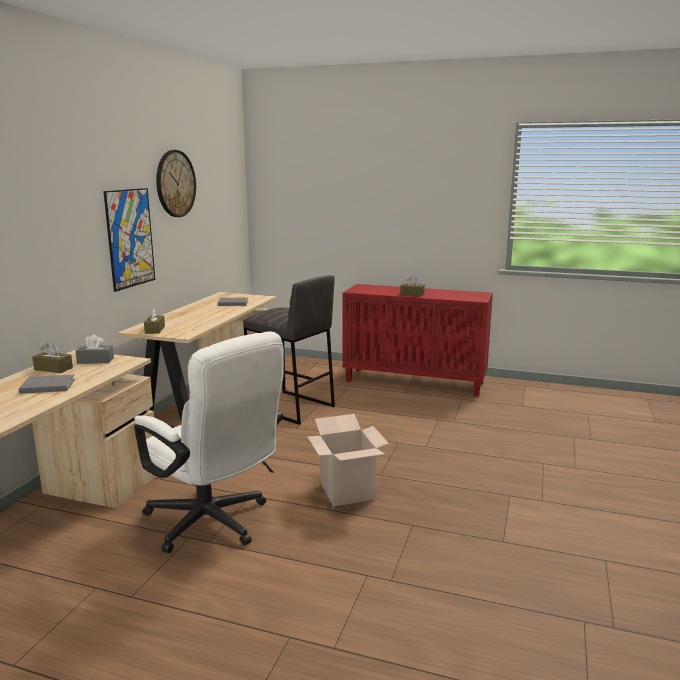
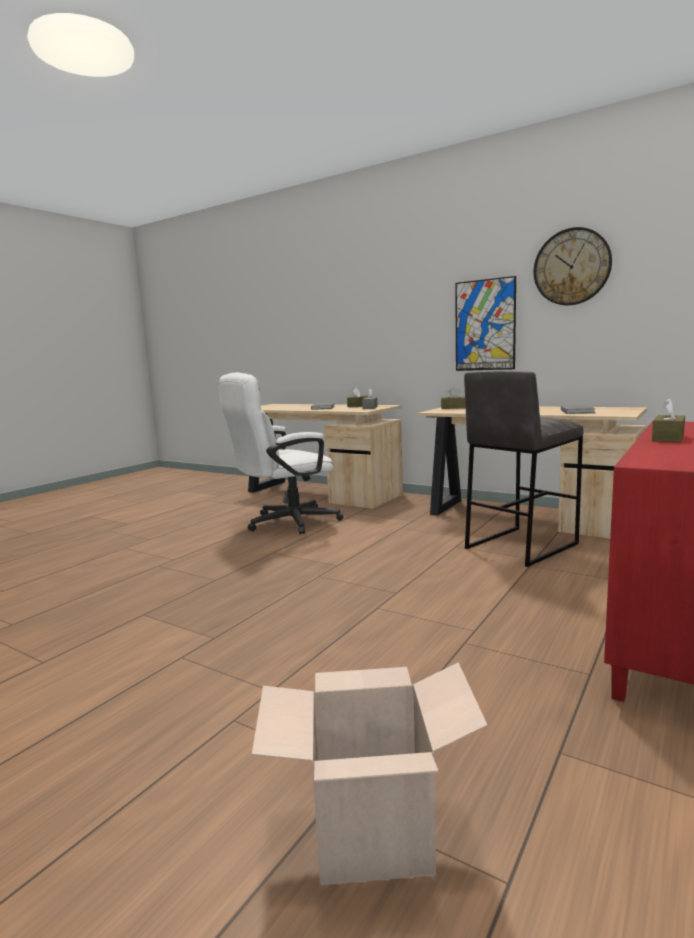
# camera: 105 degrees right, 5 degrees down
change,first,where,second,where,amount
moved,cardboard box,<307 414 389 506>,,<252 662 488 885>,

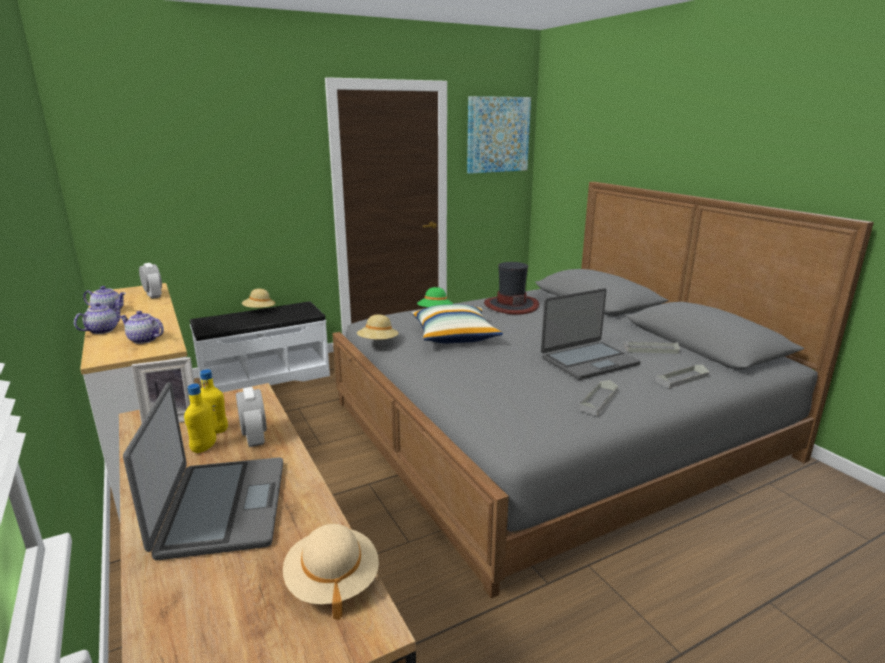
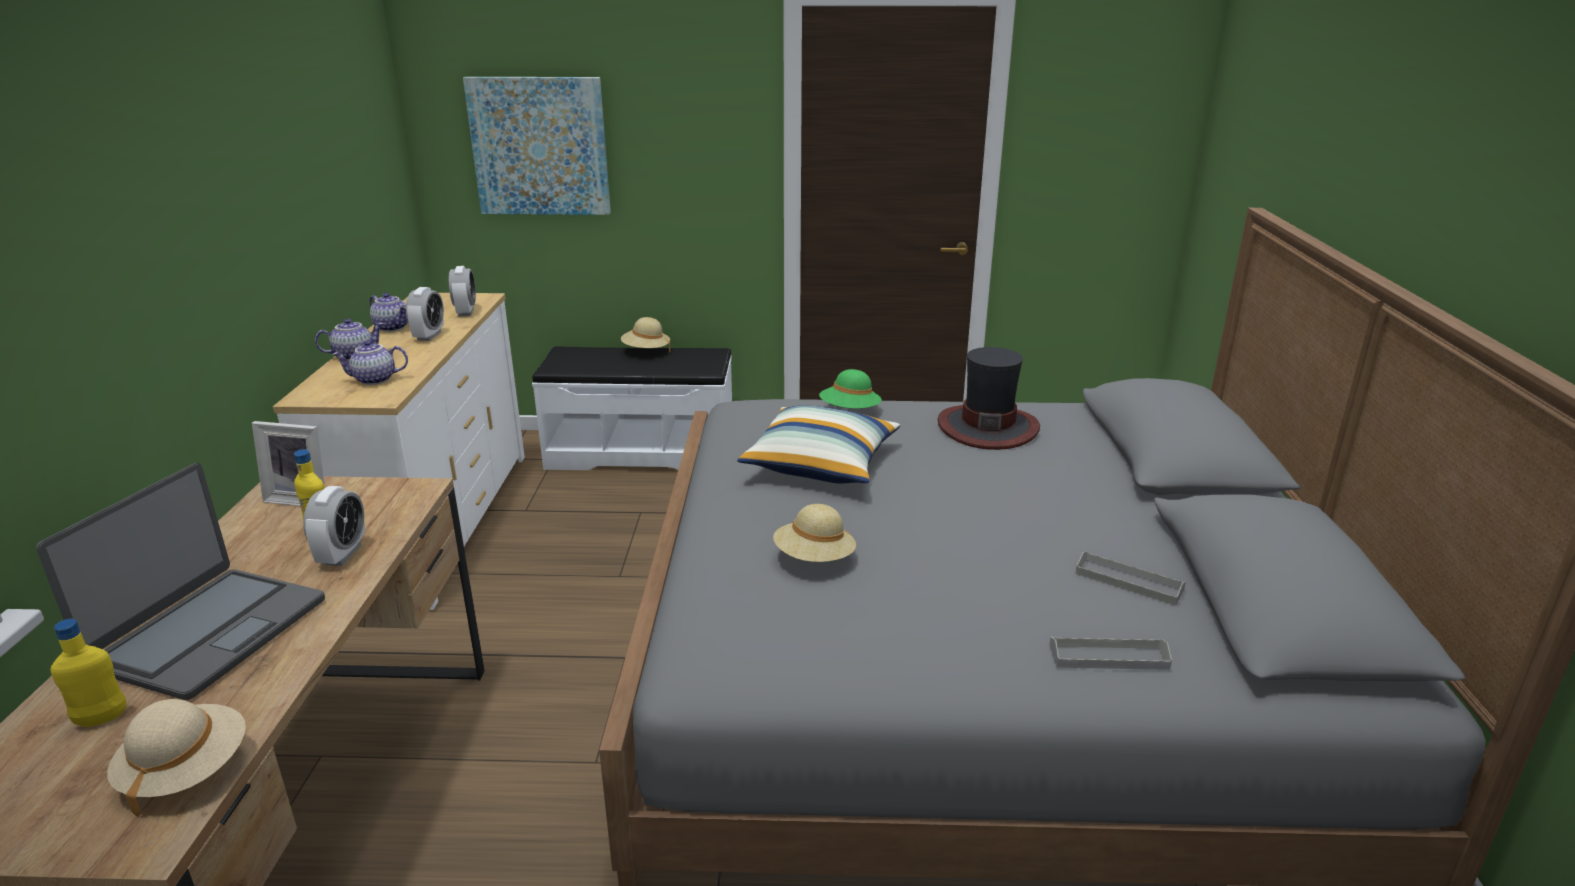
# camera: 30 degrees right, 5 degrees up
change,first,where,second,where,amount
moved,picture,<467 96 531 174>,,<463 77 611 215>,
removed,laptop,<541 288 641 380>,,,
turned,teapot,<119 311 164 344>,,<332 340 408 385>,60 degrees counterclockwise
moved,hat (beige),<357 314 399 340>,,<773 504 856 562>,
removed,tray (grey),<578 380 618 415>,,,
moved,bottle (yellow),<184 384 216 453>,,<50 619 127 727>,
added,,,alarm clock,<406 287 444 341>,

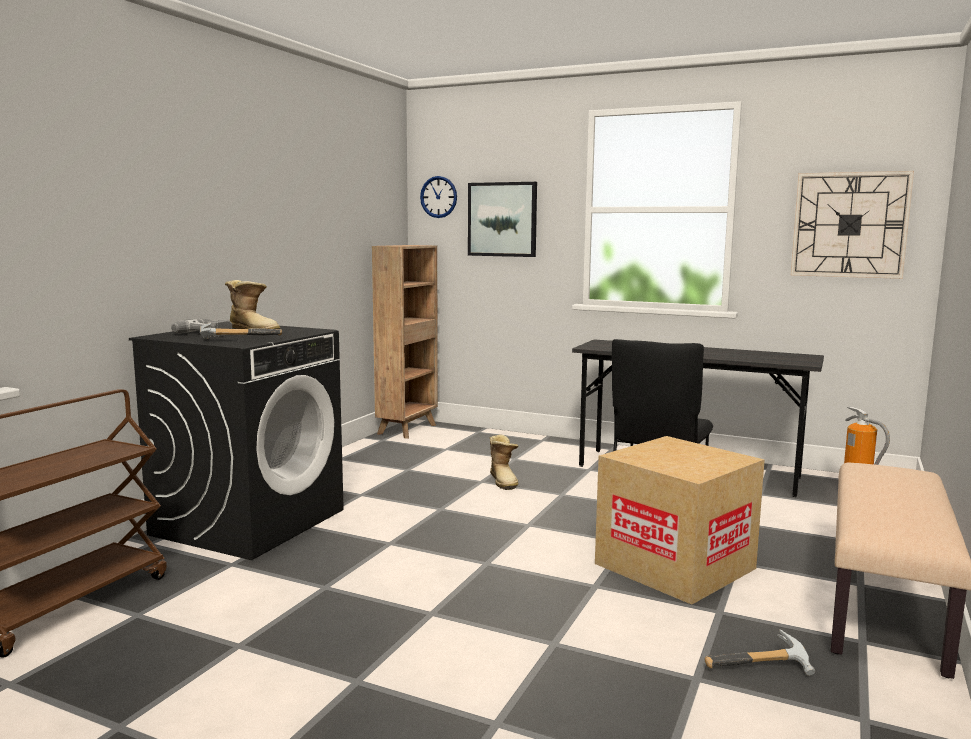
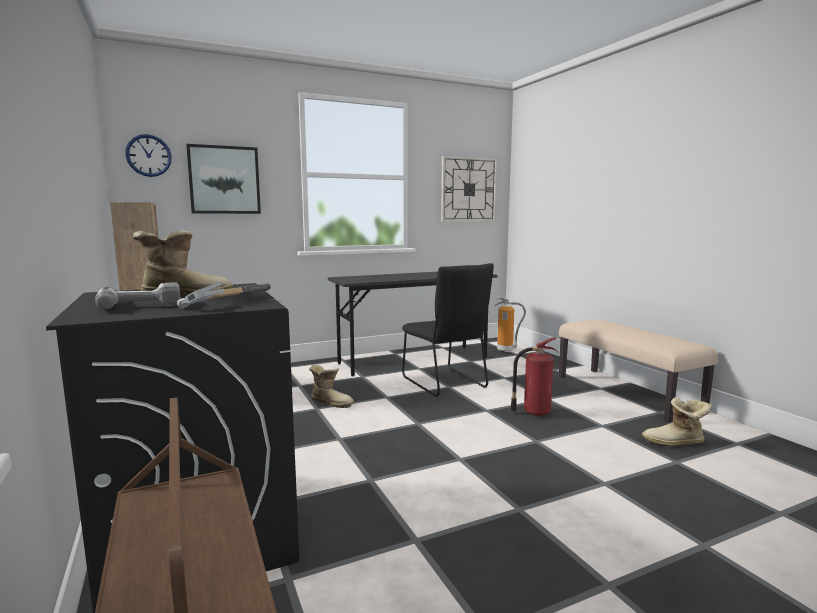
# camera: 50 degrees left, 0 degrees up
change,first,where,second,where,amount
replaced,cardboard box,<595 436 765 605>,fire extinguisher,<510 337 559 416>,
replaced,hammer,<705 629 815 676>,boot,<642 397 712 446>,

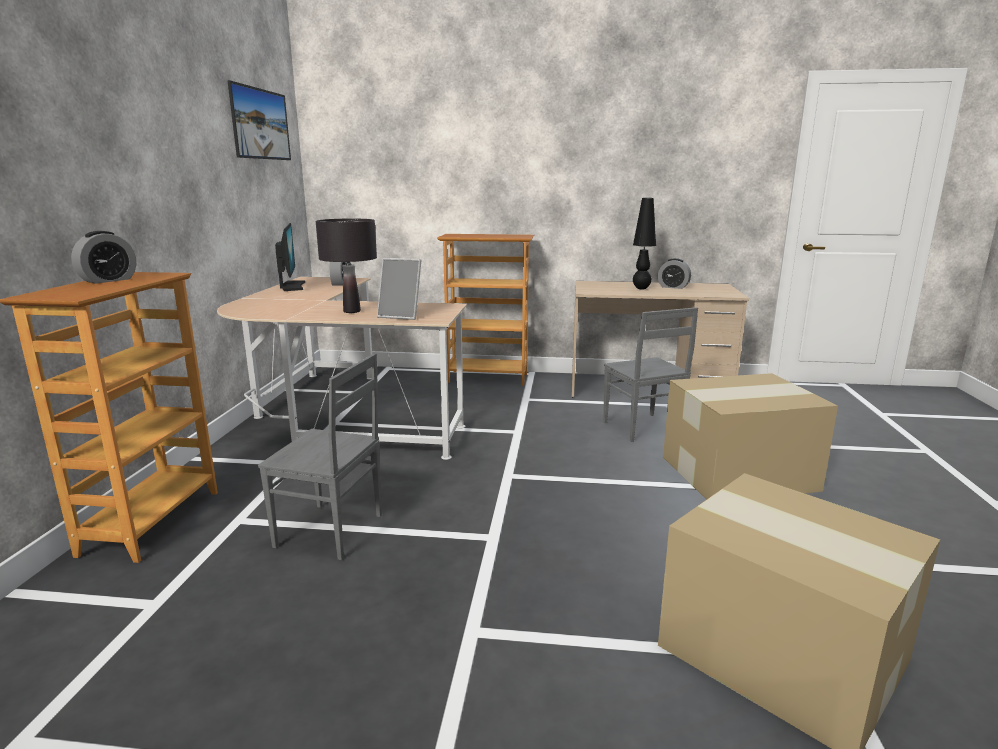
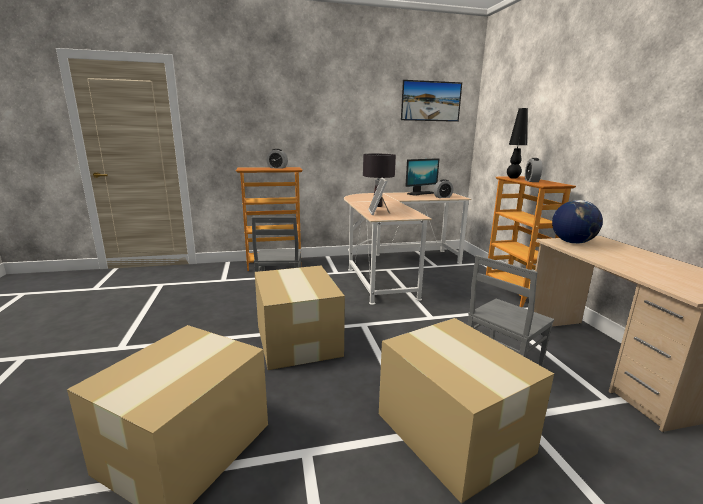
# camera: 70 degrees right, 0 degrees up
change,first,where,second,where,amount
moved,table lamp (black),<633 198 656 289>,,<507 108 528 179>,
moved,alarm clock,<658 258 691 289>,,<525 158 542 182>,
added,,,globe,<552 200 603 244>,
added,,,cardboard box,<255 266 345 370>,

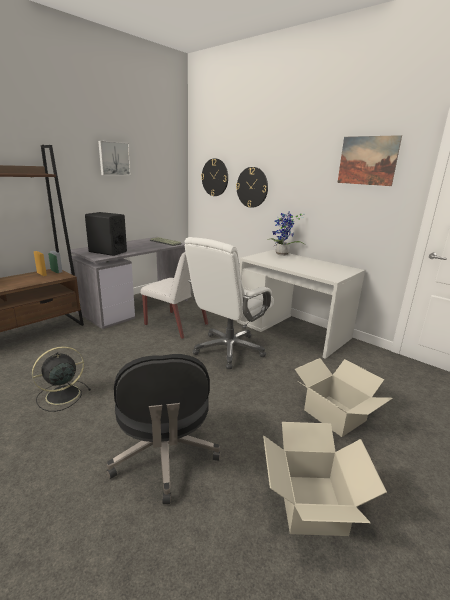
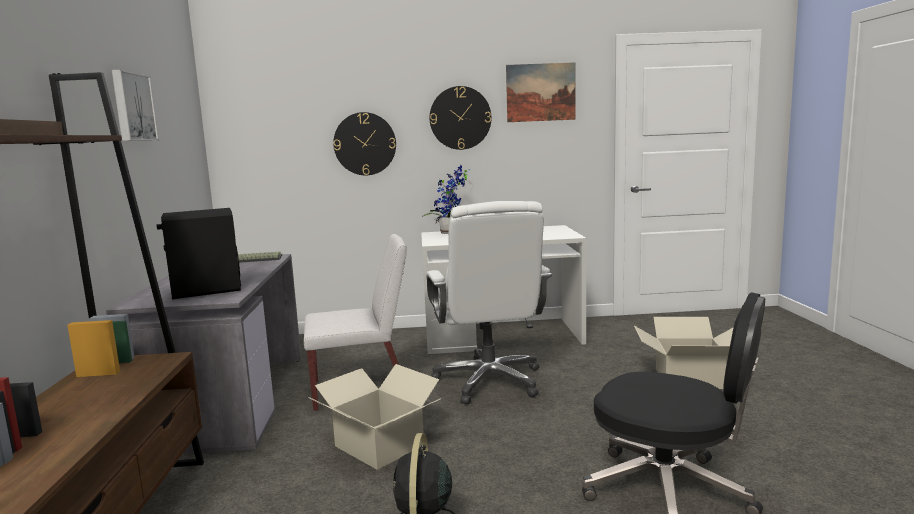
# camera: 45 degrees left, 10 degrees down
change,first,where,second,where,amount
moved,wall clock,<201 158 228 196>,,<429 86 491 150>,
moved,cardboard box,<263 422 387 536>,,<308 364 440 470>,

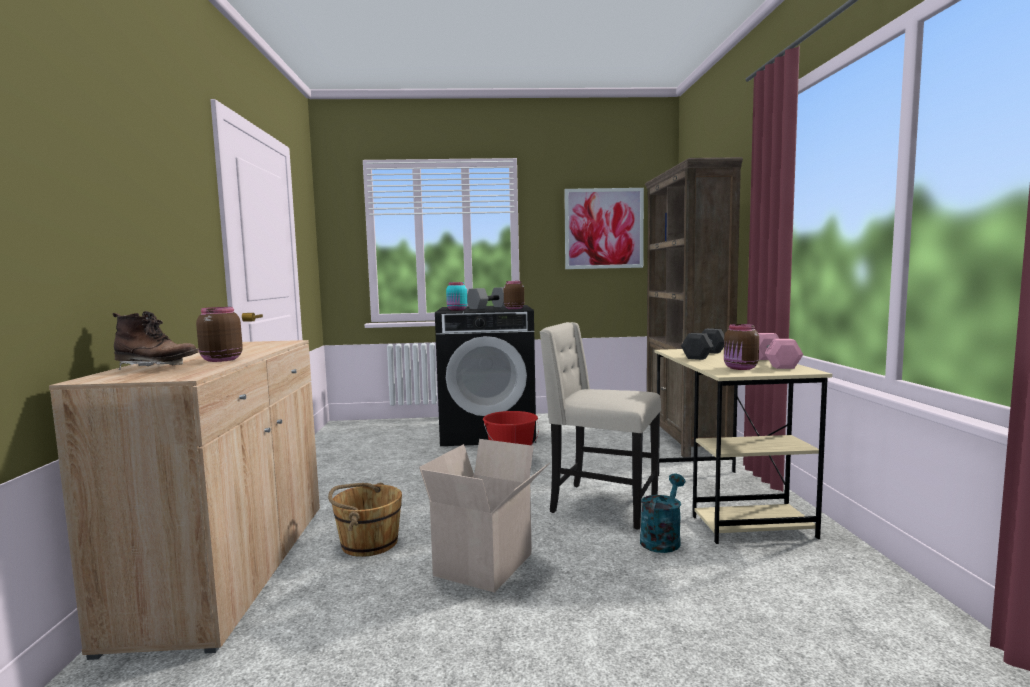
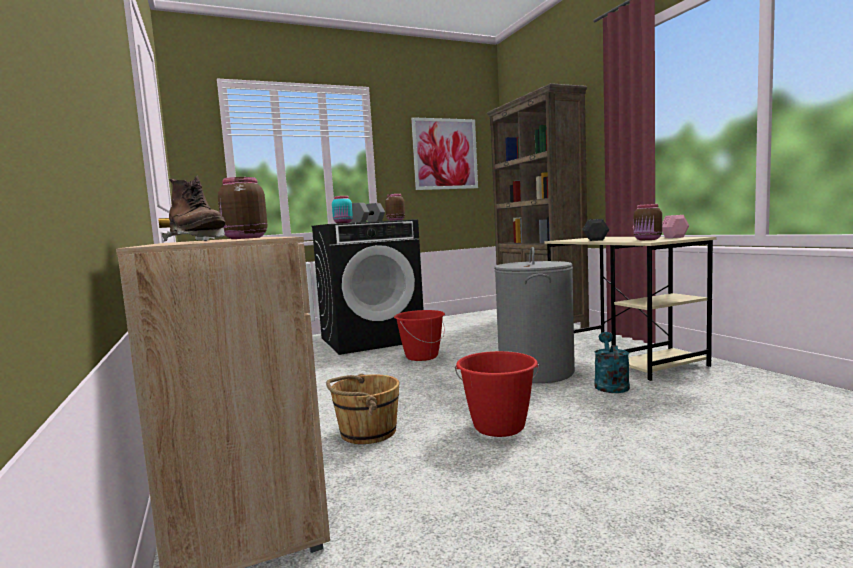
# camera: 20 degrees left, 0 degrees up
change,first,where,second,where,amount
turned,boot (brown),<113 311 199 370>,,<162 176 225 241>,60 degrees clockwise
replaced,chair (beige),<540 322 661 530>,laundry basket (grey),<494 247 575 383>,
replaced,cardboard box,<419 439 550 593>,bucket (red),<455 351 539 437>,

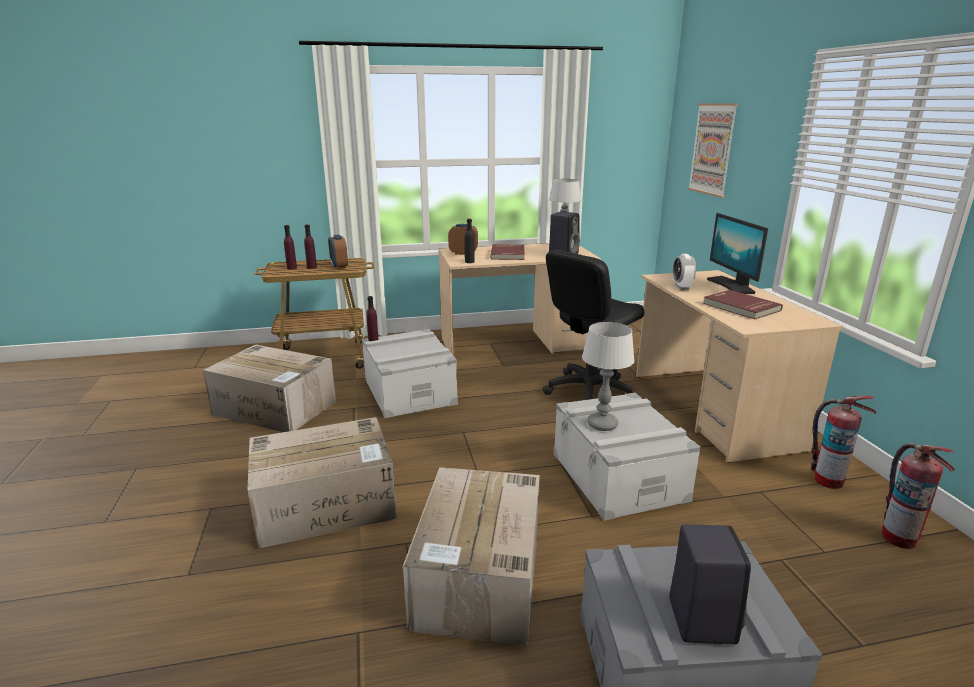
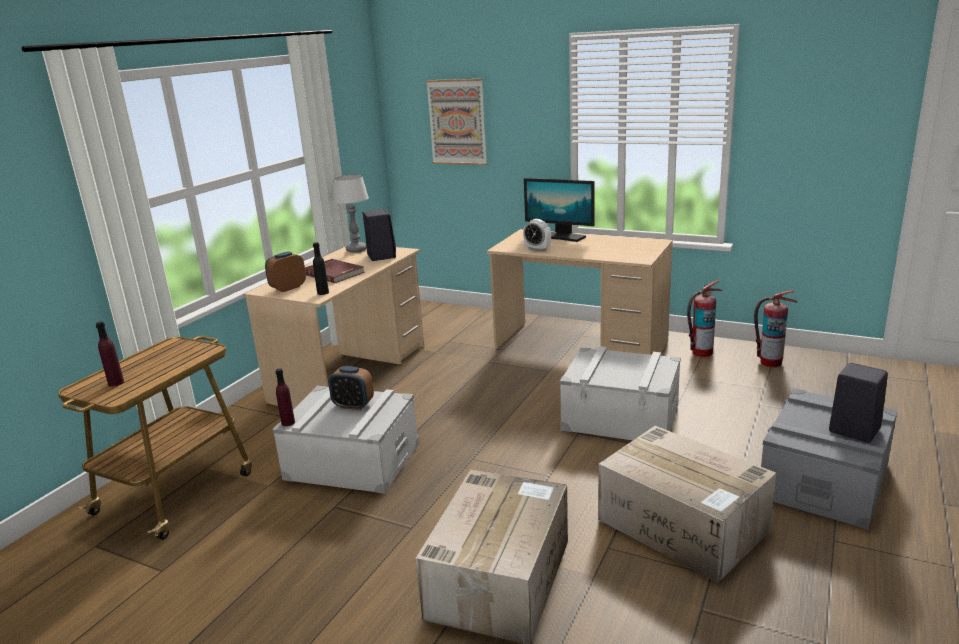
# camera: 50 degrees left, 0 degrees up
change,first,where,second,where,amount
removed,bottle (purple),<304 225 317 269>,,,
moved,alarm clock,<328 235 348 269>,,<328 366 374 410>,
removed,office chair (black),<542 250 644 400>,,,
removed,book (red),<703 290 783 319>,,,
removed,table lamp,<582 322 635 431>,,,
removed,cardboard box,<203 345 336 432>,,,

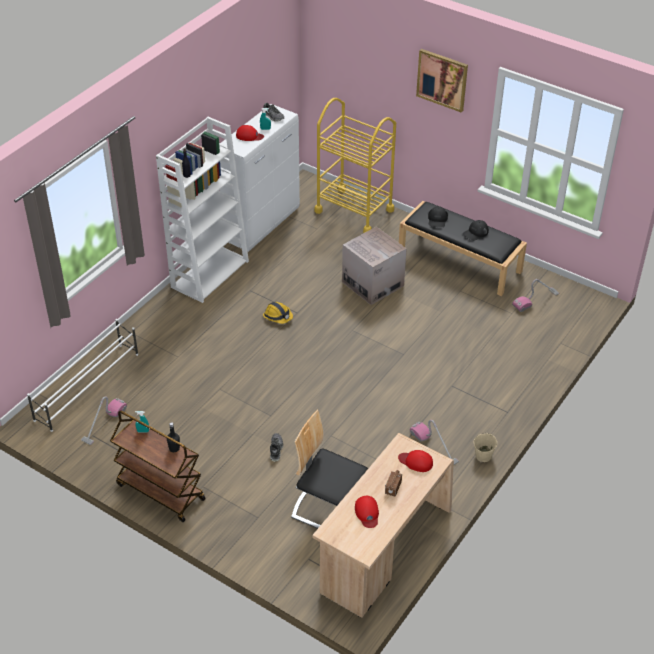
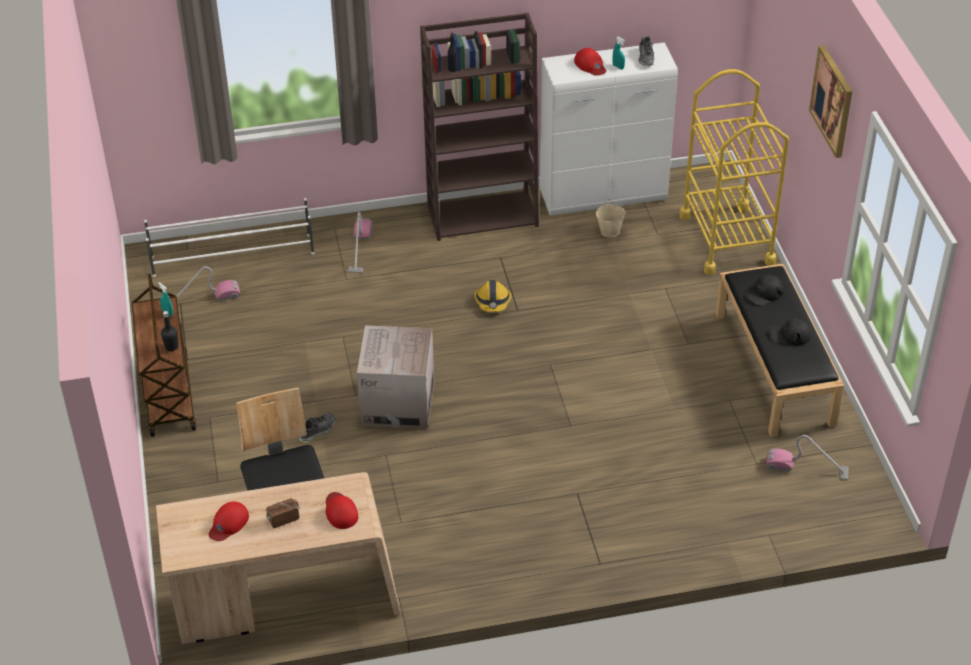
# camera: 45 degrees right, 0 degrees up
change,first,where,second,where,amount
recoloured,bookcase (white),<156 117 249 303>,bookcase (brown),<420 13 539 241>,
moved,cardboard box,<342 227 407 305>,,<357 325 434 429>,
moved,vacuum cleaner,<410 420 459 465>,,<348 212 373 273>,
moved,bucket (beige),<474 433 497 462>,,<596 199 626 238>,

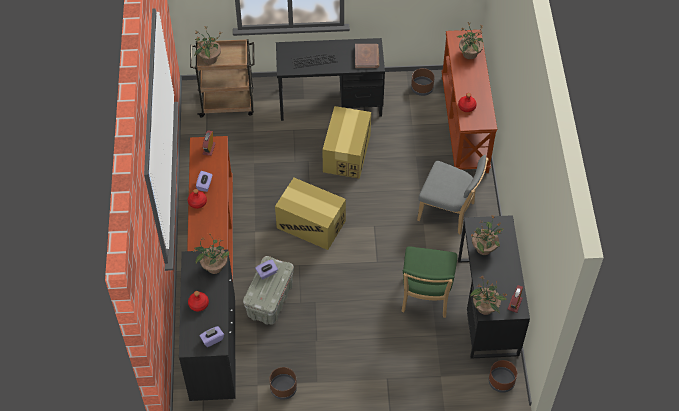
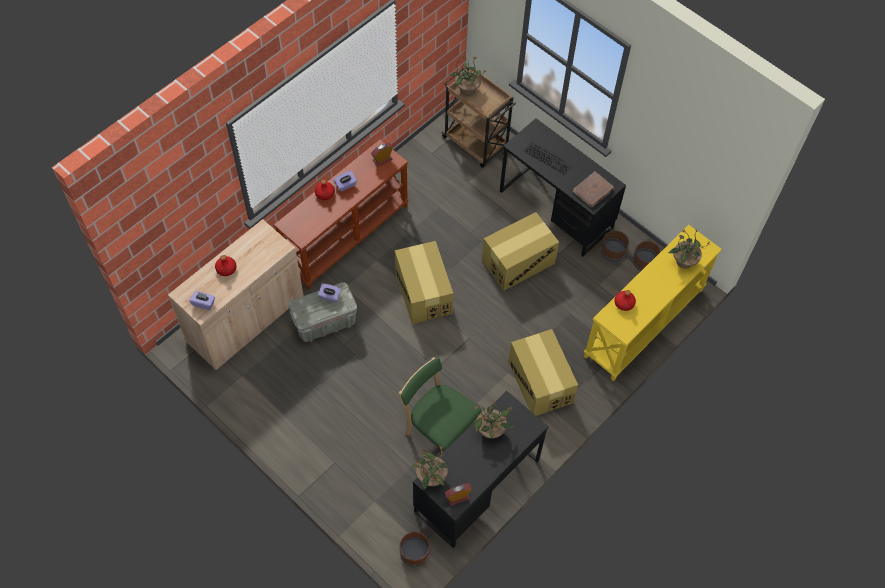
# camera: 45 degrees right, 5 degrees up
change,first,where,second,where,amount
recoloured,console table (brown),<442 30 497 173>,console table (yellow),<584 225 722 381>,
replaced,chair (grey),<417 155 488 234>,cardboard box,<508 329 578 416>,
removed,potted plant,<193 233 230 274>,,,
turned,chair (green),<402 246 458 318>,,<399 357 481 454>,75 degrees clockwise
recoloured,cabinet (black),<179 249 236 401>,cabinet (beige),<168 219 304 370>,
moved,planter (brown),<269 367 297 400>,,<601 231 629 262>,

